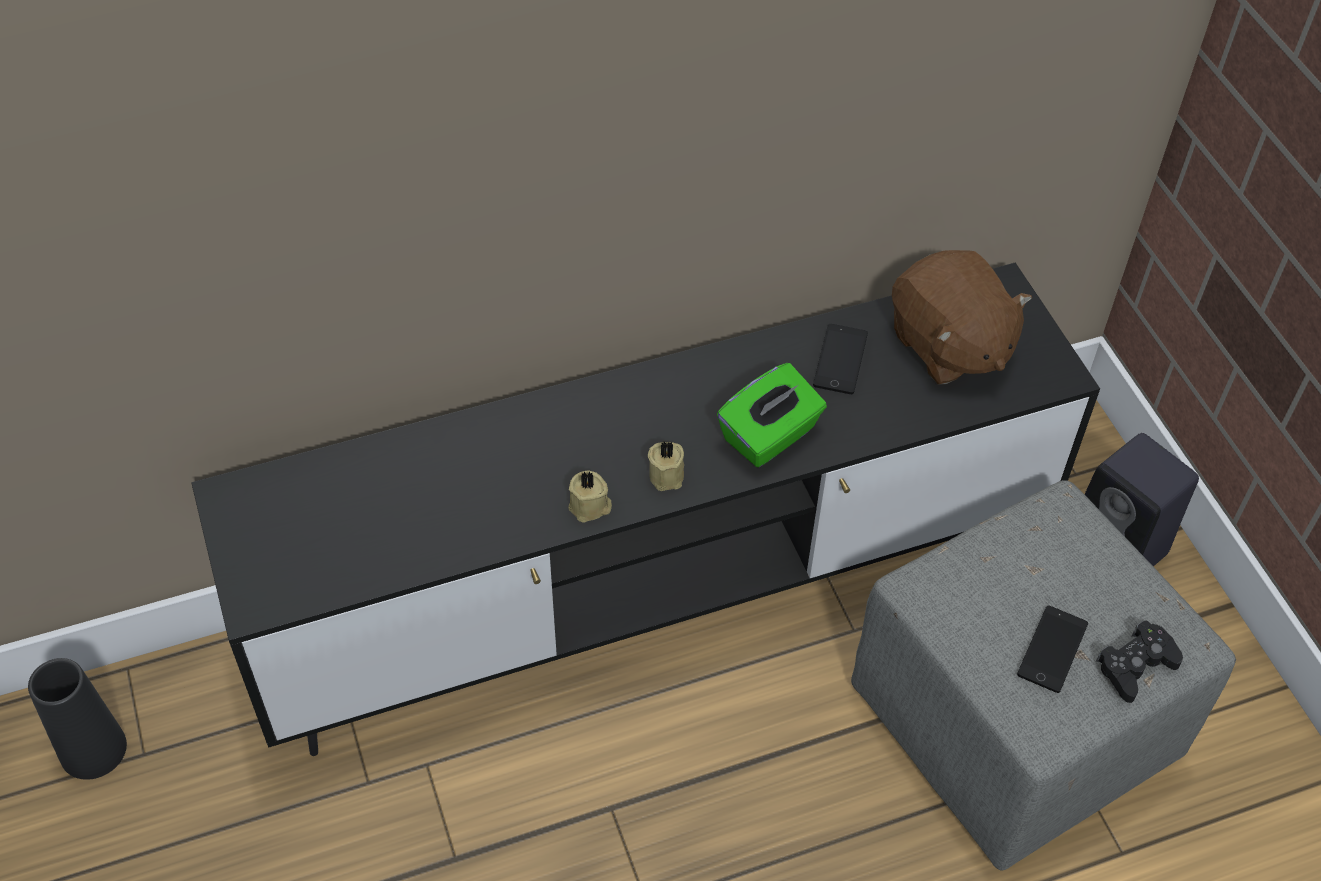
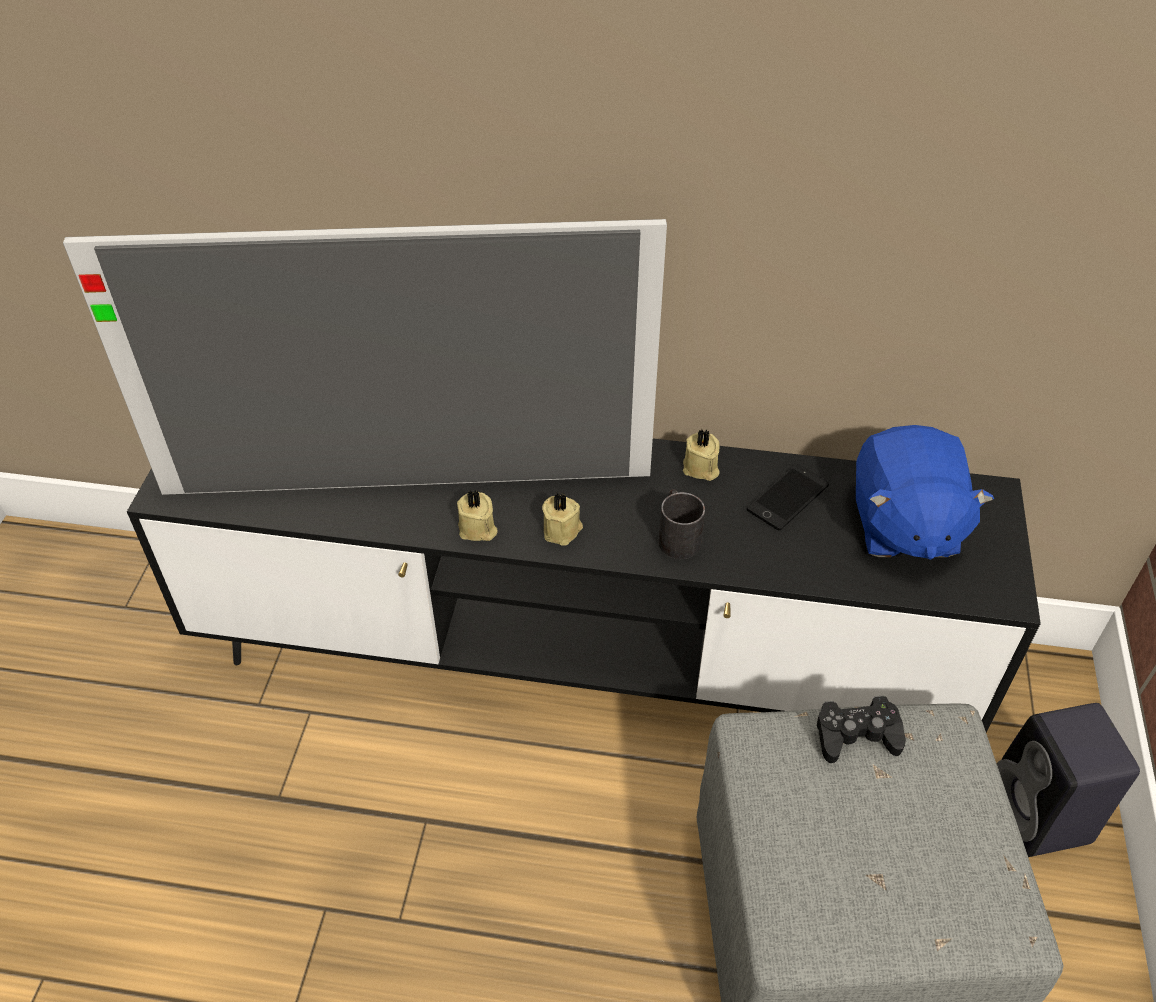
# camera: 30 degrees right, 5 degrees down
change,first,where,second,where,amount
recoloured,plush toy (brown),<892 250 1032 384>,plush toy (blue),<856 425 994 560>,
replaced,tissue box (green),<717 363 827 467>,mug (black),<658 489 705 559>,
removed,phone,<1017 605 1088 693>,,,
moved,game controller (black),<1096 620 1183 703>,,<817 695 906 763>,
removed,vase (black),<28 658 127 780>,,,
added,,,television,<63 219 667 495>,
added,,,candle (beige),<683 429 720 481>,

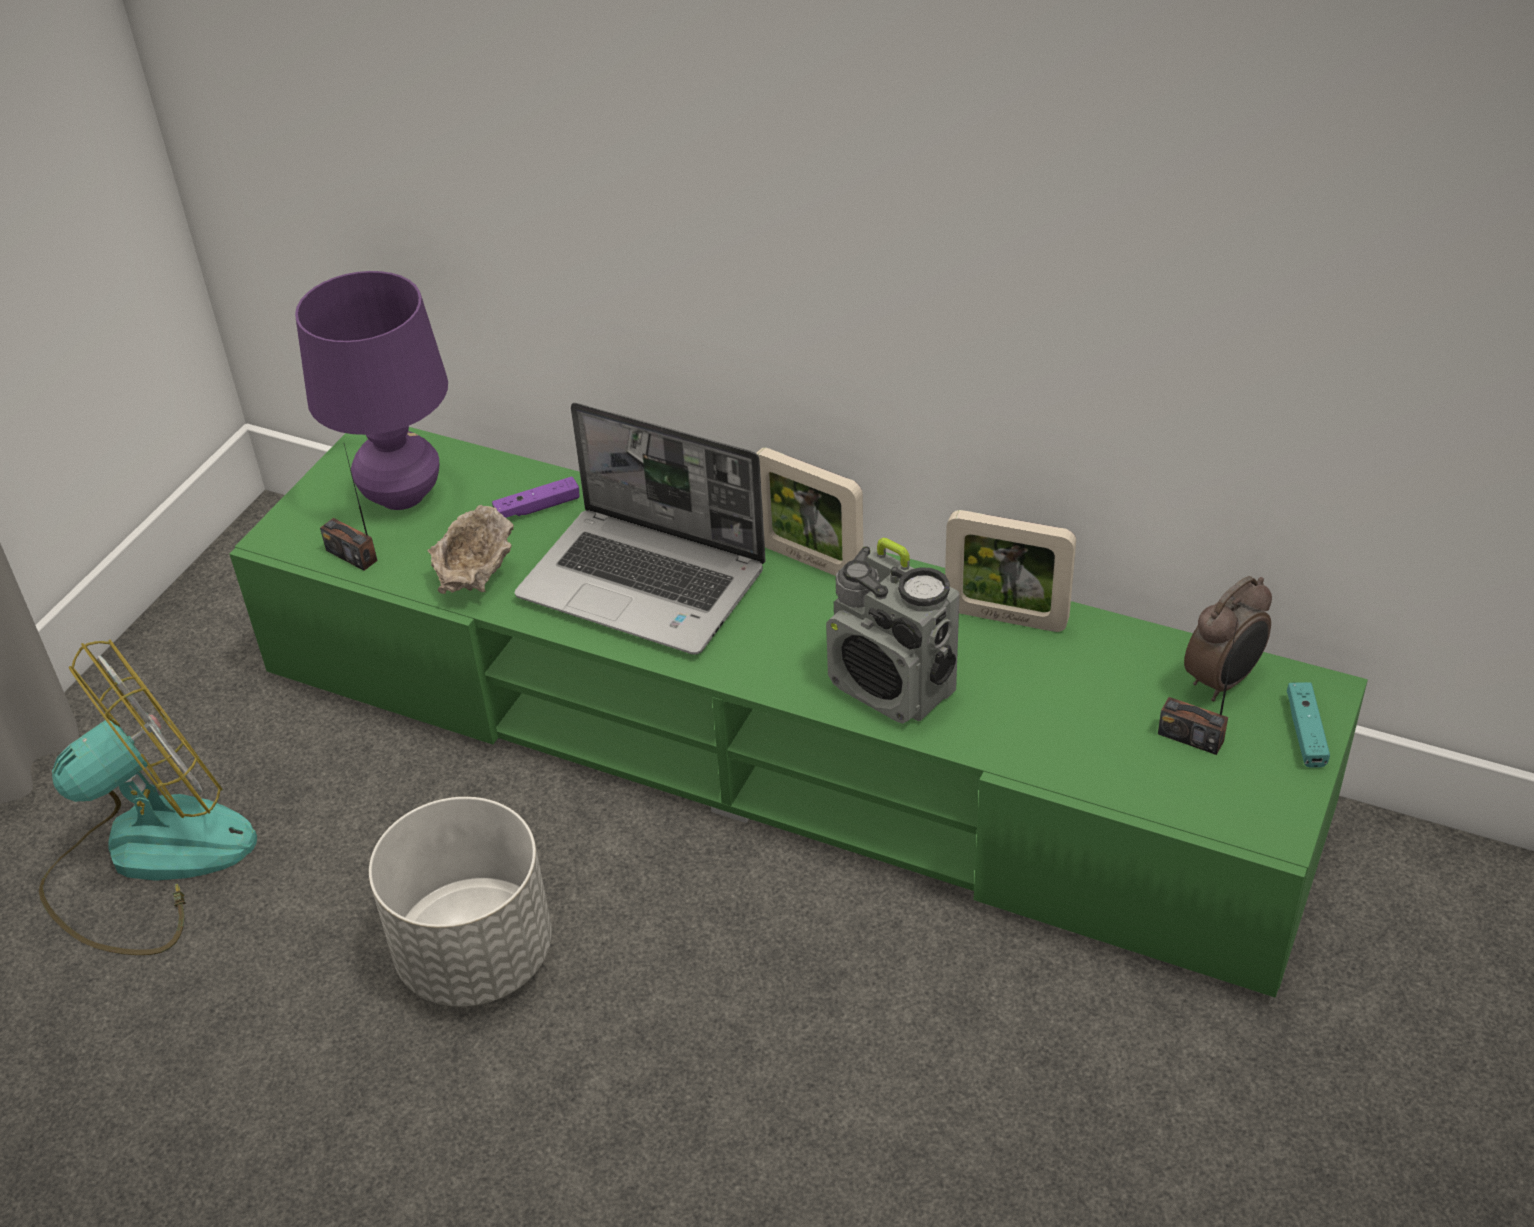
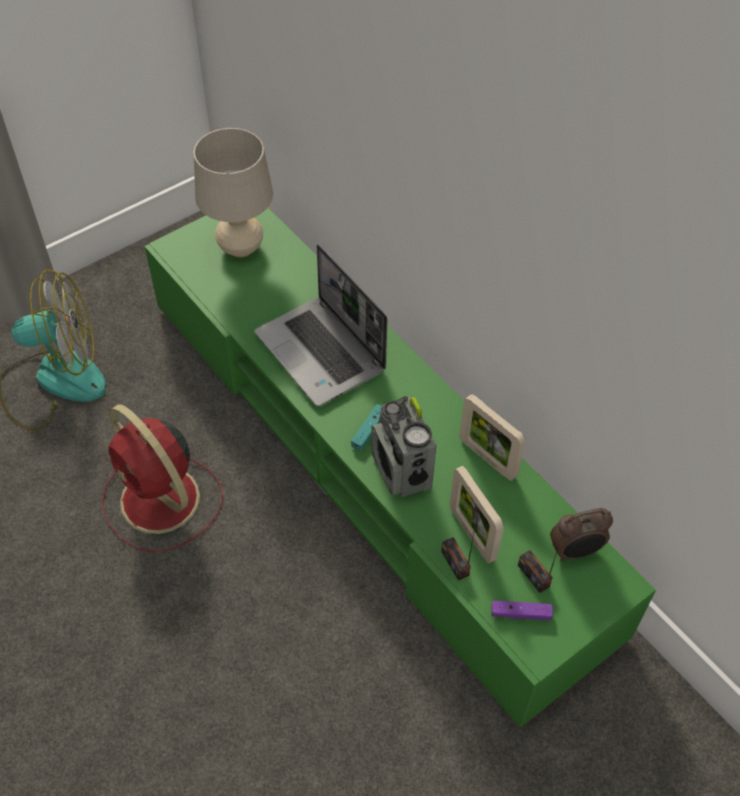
# camera: 25 degrees right, 10 degrees up
change,first,where,second,where,amount
recoloured,table lamp (purple),<295 271 448 510>,table lamp (beige),<194 128 273 257>,
moved,radio,<320 445 378 571>,,<441 523 476 580>,
moved,picture frame,<756 447 863 576>,,<450 466 504 564>,
moved,game controller (purple),<492 476 580 518>,,<491 600 553 620>,
removed,bowl (beige),<428 505 514 594>,,,
moved,game controller (turquoise),<1287 682 1330 768>,,<351 404 382 451>,
replaced,planter (grey),<369 797 552 1007>,fan (red),<102 405 223 553>,

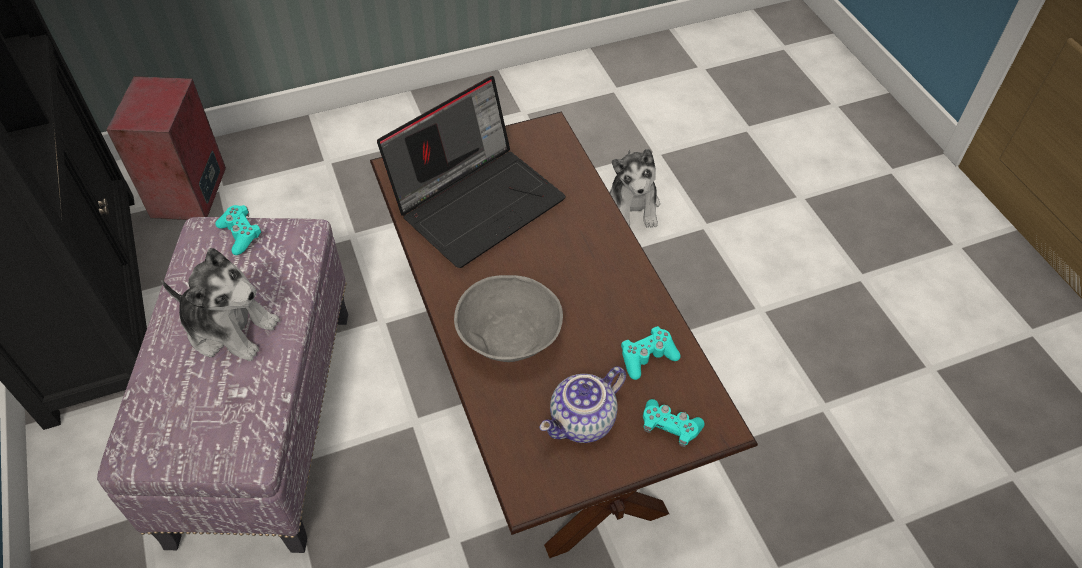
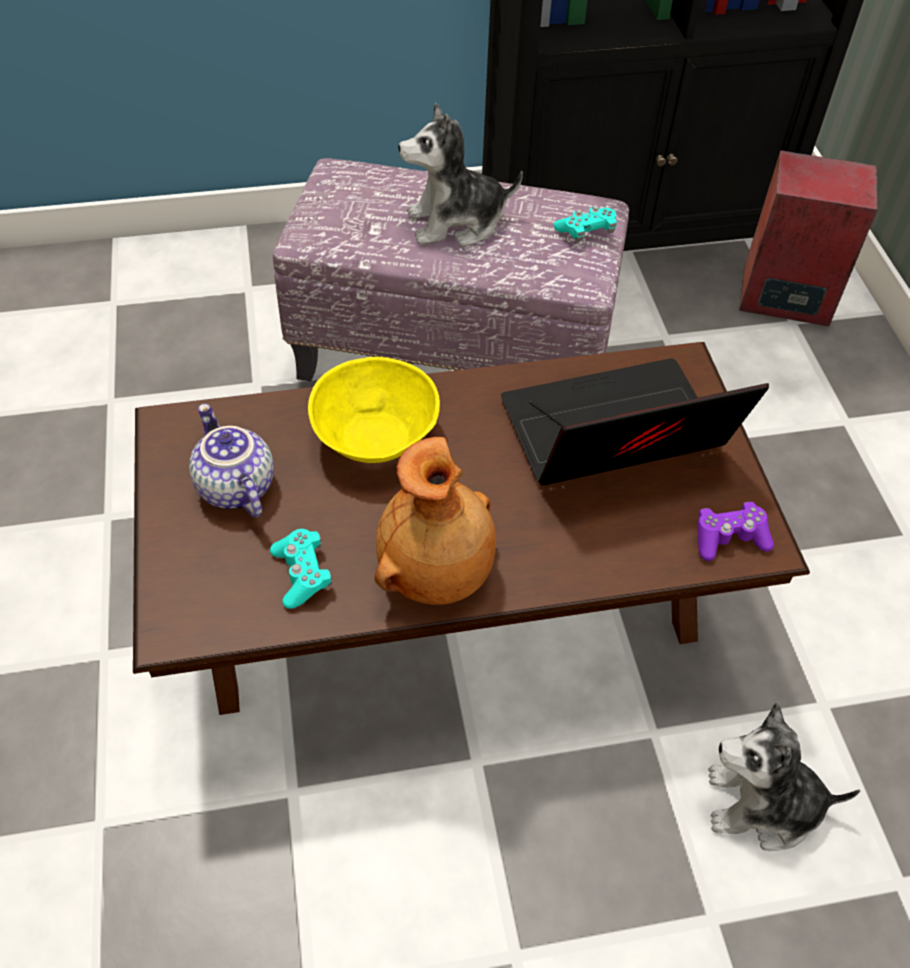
# camera: 100 degrees right, 0 degrees up
change,first,where,second,where,amount
turned,laptop,<377 76 566 268>,,<501 358 769 486>,105 degrees clockwise
turned,plush toy,<161 248 280 361>,,<398 103 523 247>,45 degrees clockwise
recoloured,bowl (grey),<454 275 563 362>,bowl (yellow),<308 357 440 463>,
removed,game controller (turquoise),<643 399 705 447>,,,
added,,,vase (brown),<375 437 496 605>,
added,,,game controller (purple),<697 502 774 561>,

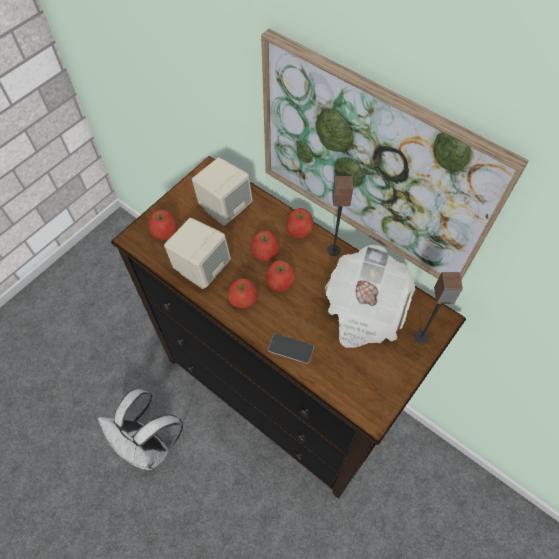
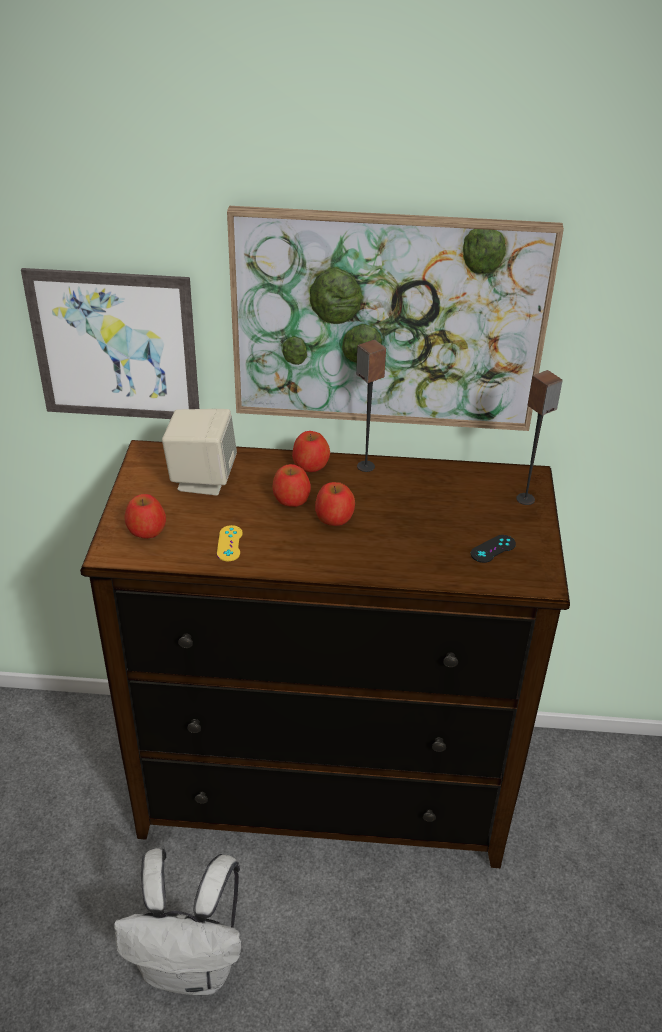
# camera: 35 degrees left, 20 degrees down
change,first,where,second,where,amount
replaced,speaker (beige),<164 218 231 289>,game controller (yellow),<217 525 243 561>,
removed,newspaper,<325 245 415 348>,,,
removed,apple,<228 278 258 308>,,,
removed,phone,<268 333 314 364>,,,
added,,,picture,<21 268 199 419>,
added,,,game controller (black),<471 535 516 563>,

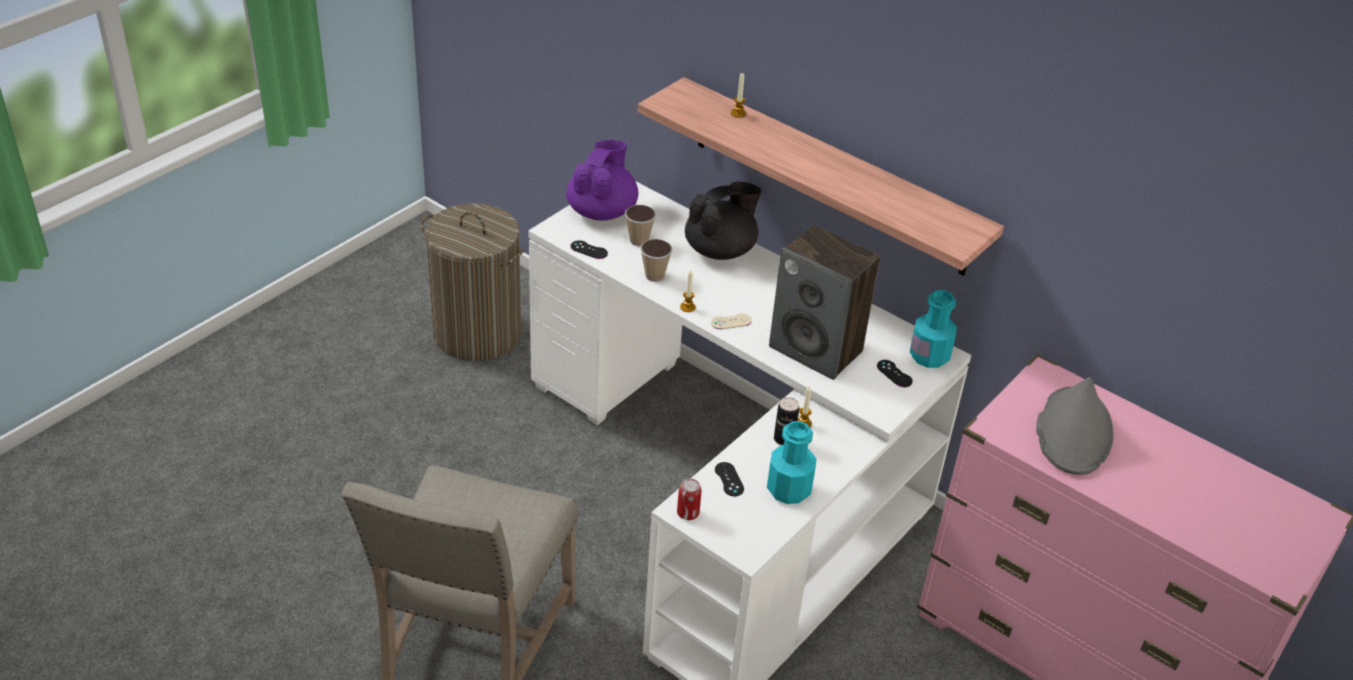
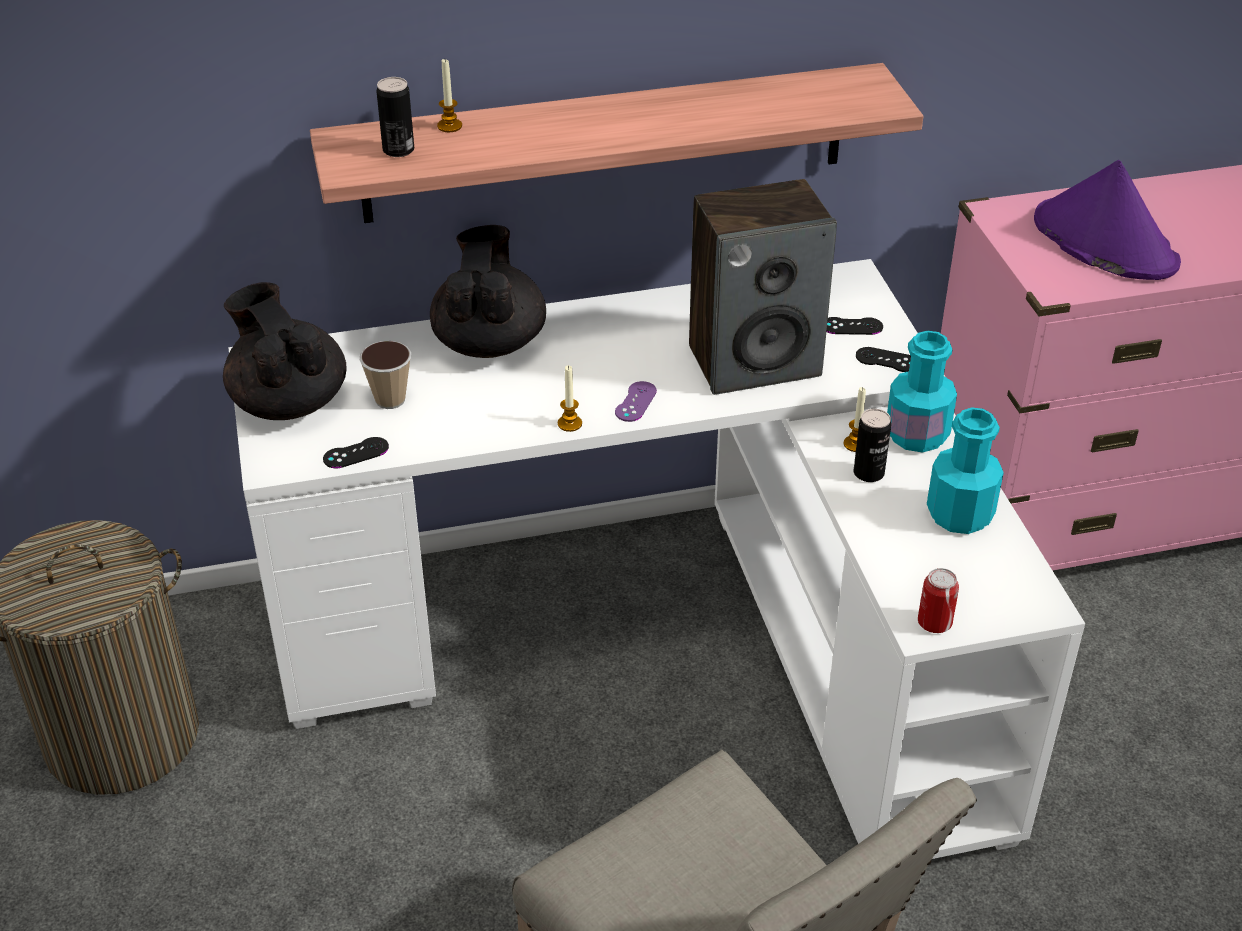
# camera: 50 degrees left, 0 degrees up
change,first,where,second,where,amount
recoloured,teapot (purple),<566 140 638 220>,teapot (black),<223 282 347 420>,
removed,cup,<640 239 673 282>,,,
moved,bottle (turquoise),<910 290 957 368>,,<887 331 957 453>,
recoloured,game controller (beige),<711 313 752 329>,game controller (purple),<615 381 657 422>,
recoloured,hat (grey),<1036 377 1113 475>,hat (purple),<1034 160 1181 280>,
moved,game controller (black),<715 462 744 497>,,<856 347 911 372>,
added,,,can,<376 77 414 157>,

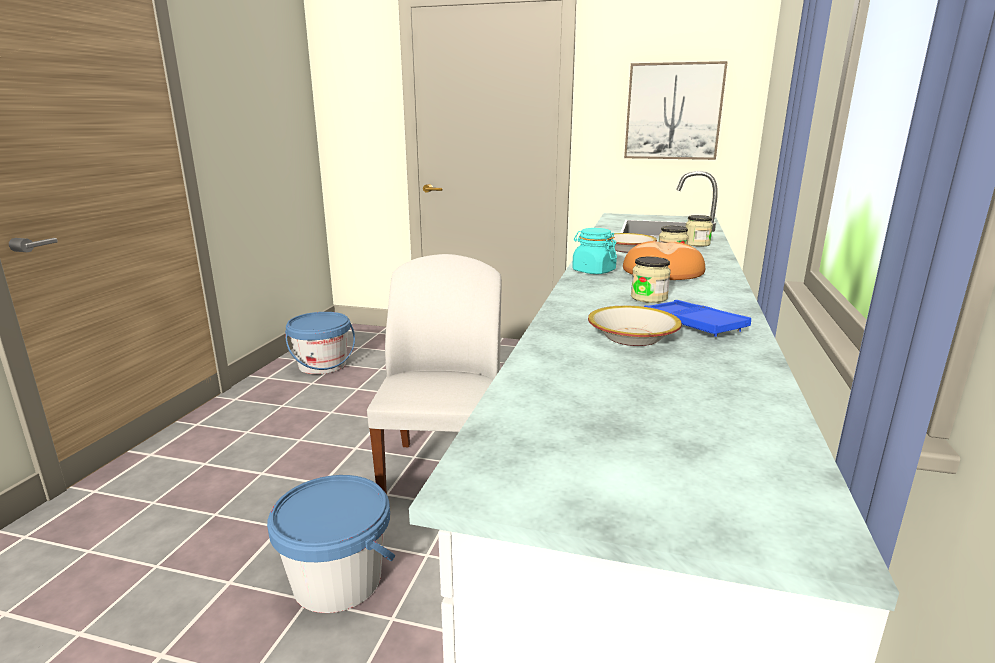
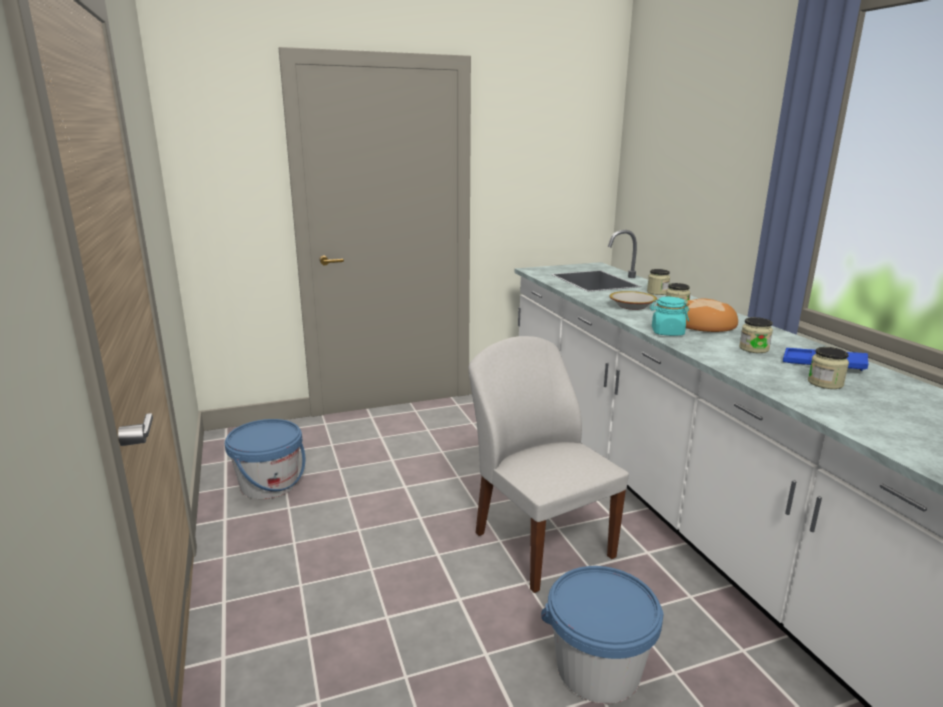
# camera: 35 degrees left, 0 degrees up
change,first,where,second,where,amount
removed,picture,<624 61 728 160>,,,
replaced,bowl,<588 306 682 346>,jar,<808 347 849 389>,

